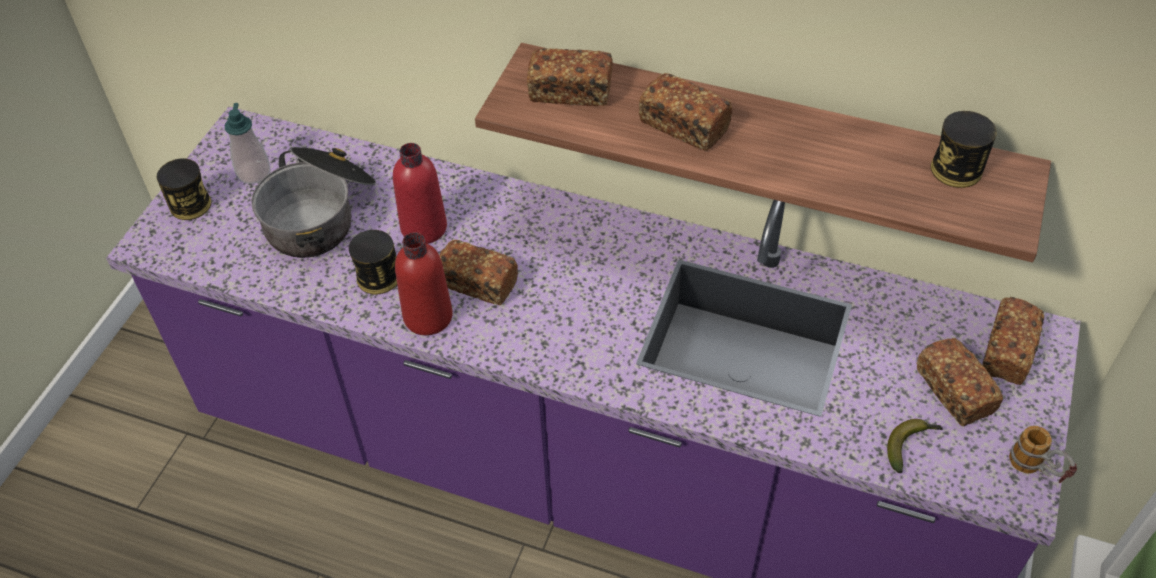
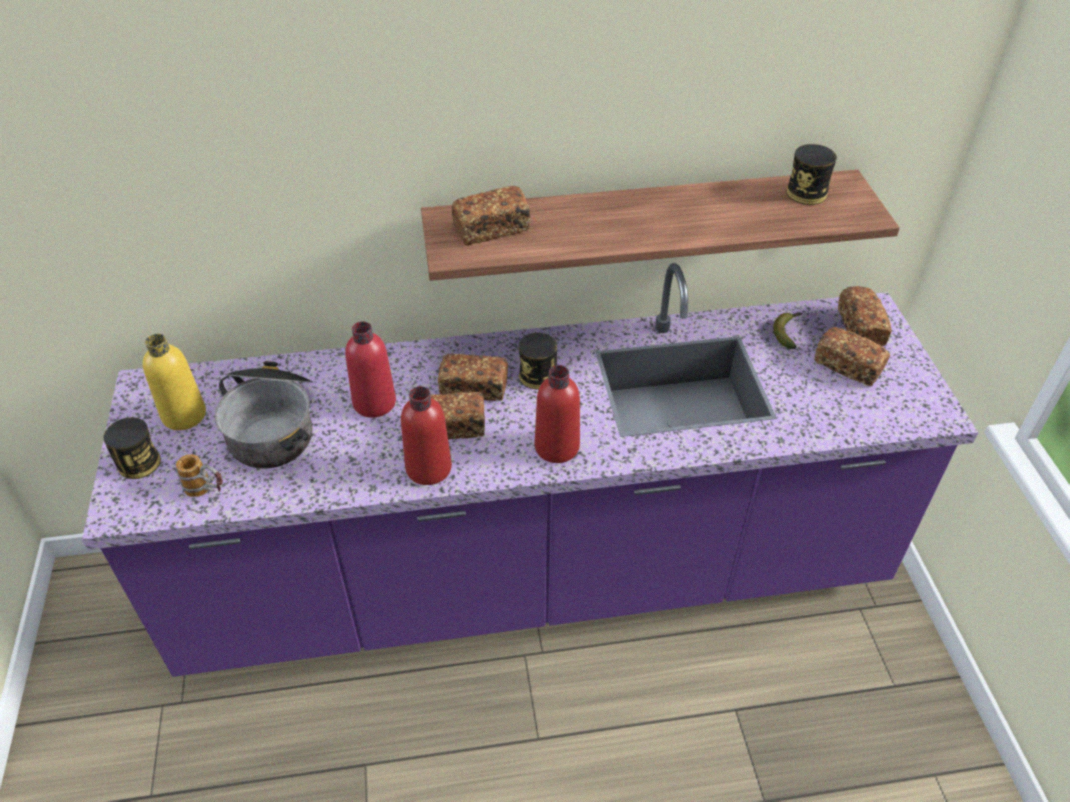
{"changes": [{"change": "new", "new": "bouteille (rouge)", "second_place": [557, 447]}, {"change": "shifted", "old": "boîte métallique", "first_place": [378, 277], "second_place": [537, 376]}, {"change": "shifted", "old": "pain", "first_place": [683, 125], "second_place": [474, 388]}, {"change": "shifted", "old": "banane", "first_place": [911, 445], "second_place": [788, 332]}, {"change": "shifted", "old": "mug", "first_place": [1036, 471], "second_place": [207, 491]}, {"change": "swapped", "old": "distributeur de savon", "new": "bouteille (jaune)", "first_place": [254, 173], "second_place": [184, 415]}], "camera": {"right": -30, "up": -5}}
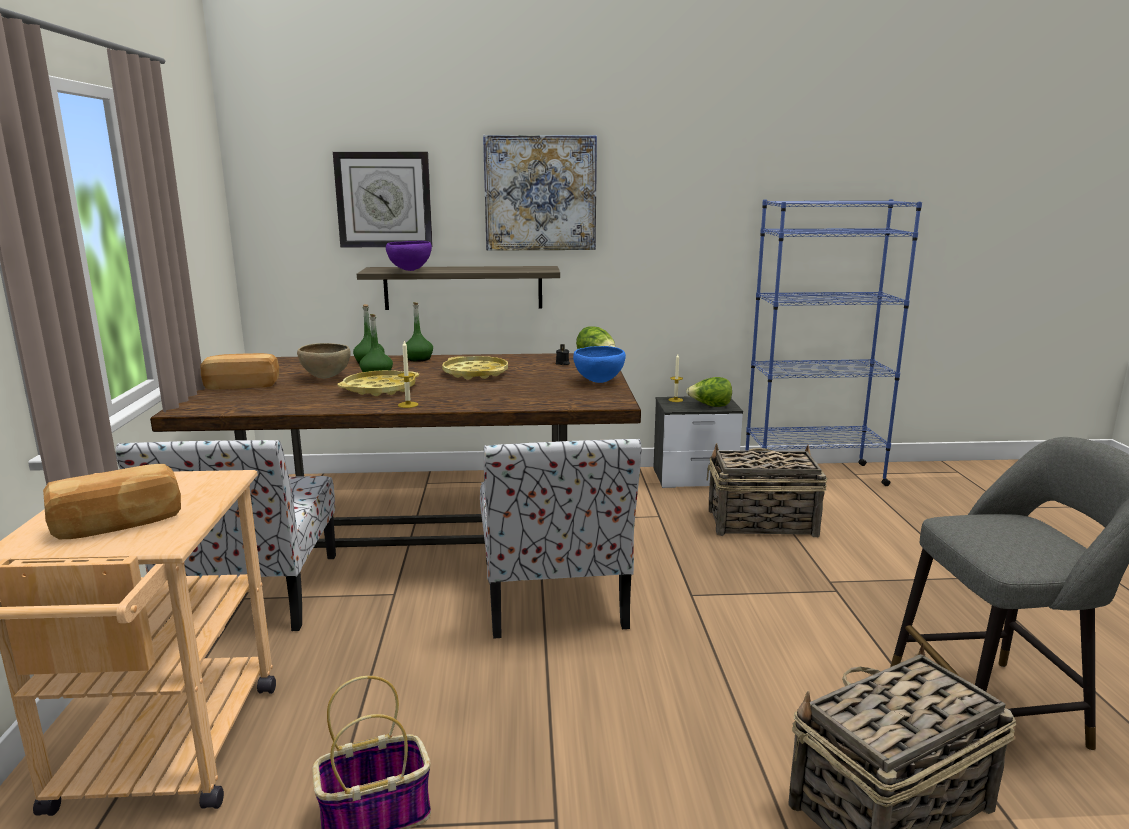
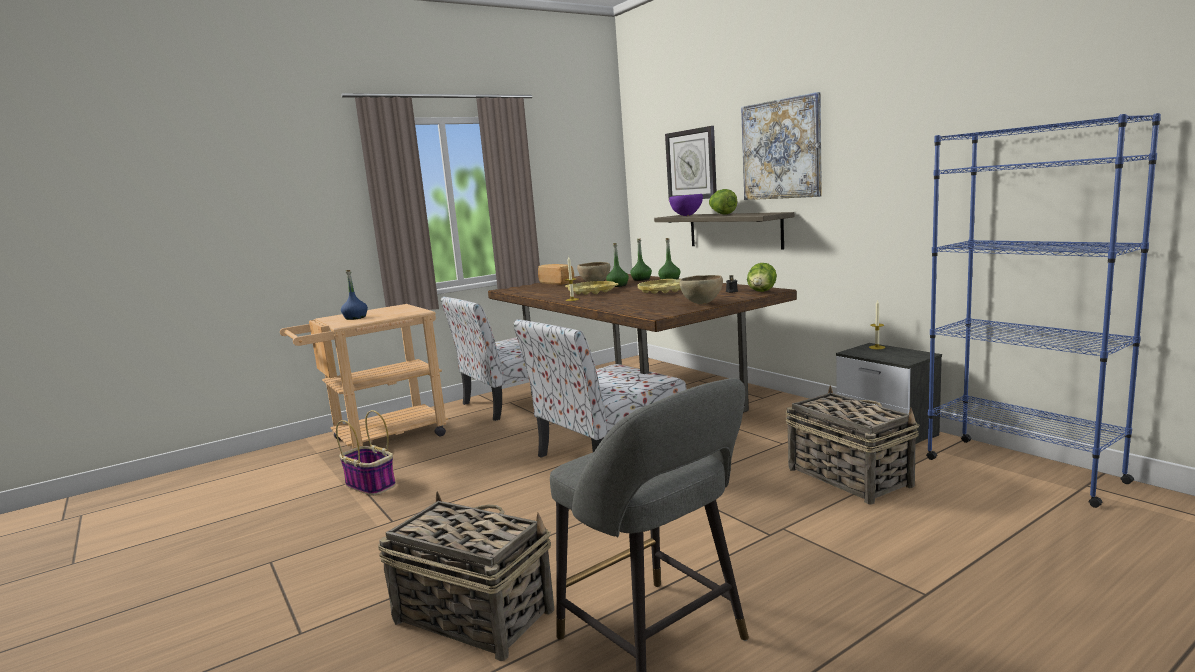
{"changes": [{"change": "shifted", "old": "laitue", "first_place": [710, 406], "second_place": [722, 214]}, {"change": "swapped", "old": "pain", "new": "bouteille (bleu)", "first_place": [118, 525], "second_place": [355, 318]}, {"change": "repainted", "old": "bol (bleu)", "new": "bol (marron)", "first_place": [599, 382], "second_place": [702, 304]}], "camera": {"right": 60, "up": -5}}
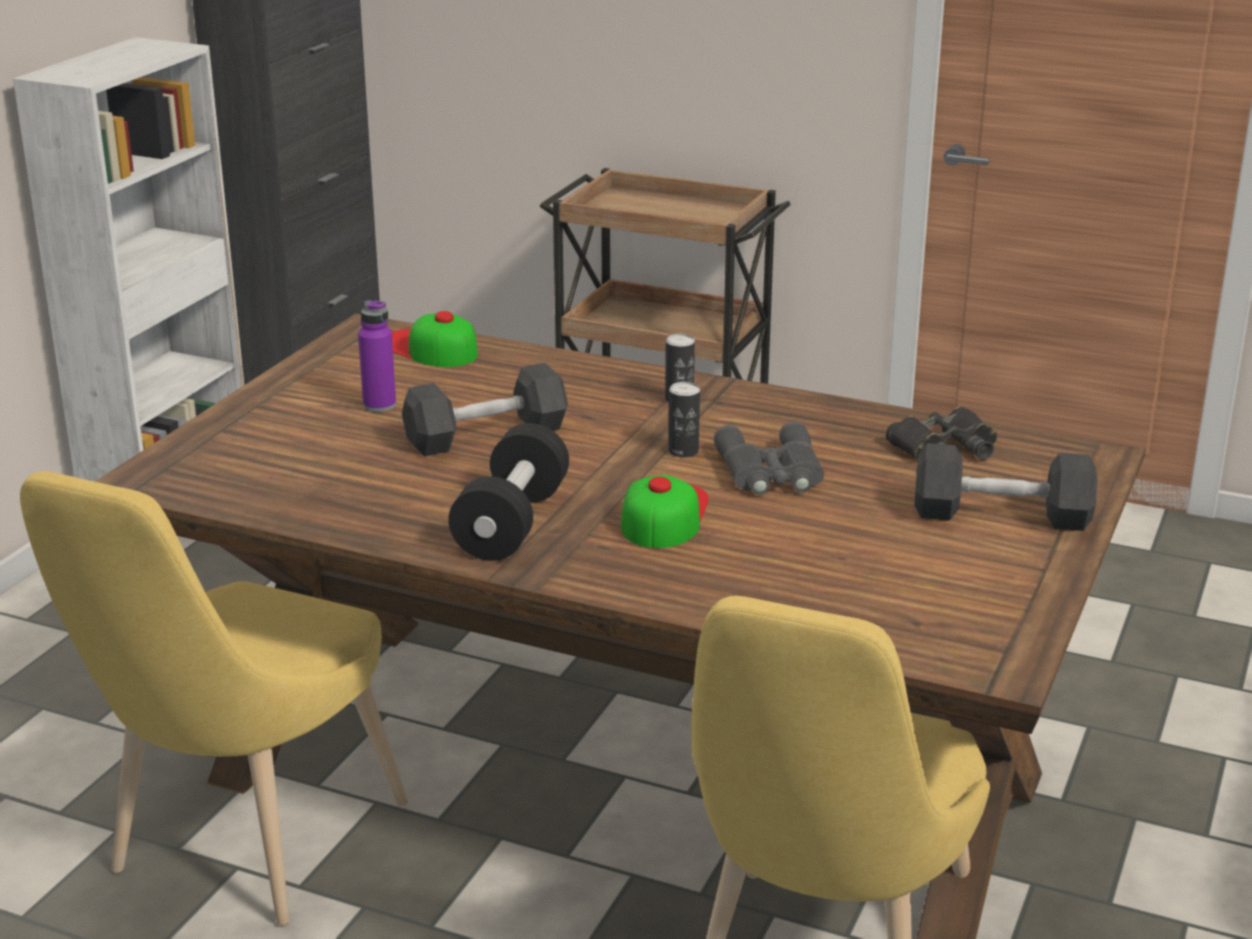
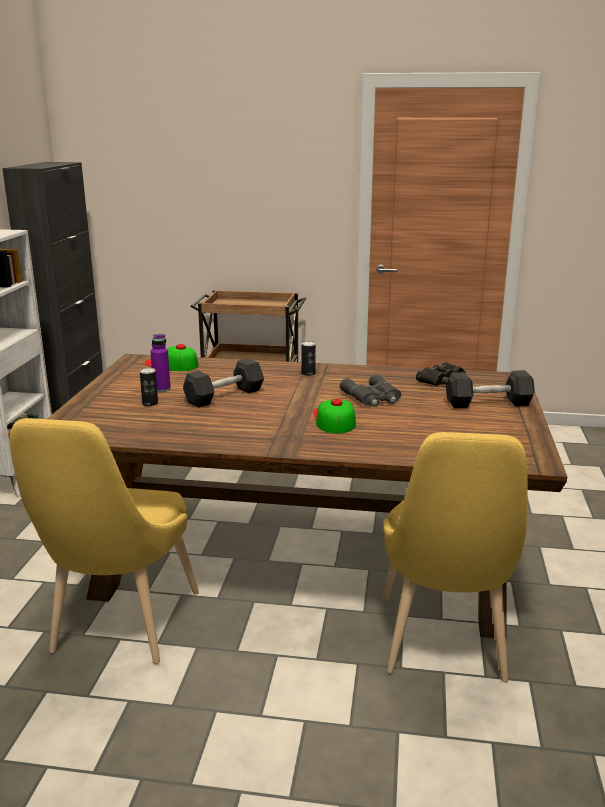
{"changes": [{"change": "gone", "old": "haltère (noir)", "first_place": [511, 523]}, {"change": "shifted", "old": "boîte métallique", "first_place": [683, 451], "second_place": [150, 403]}], "camera": {"right": -15, "up": -5}}
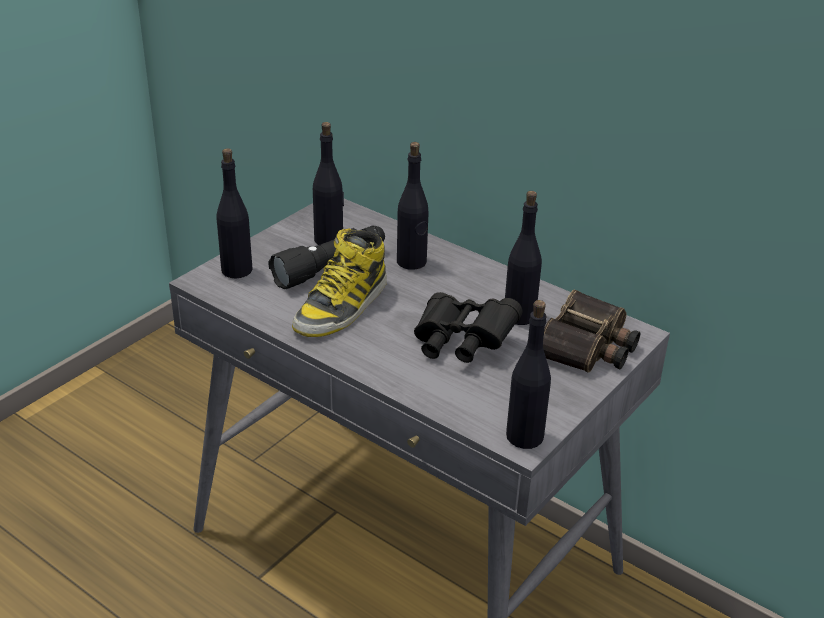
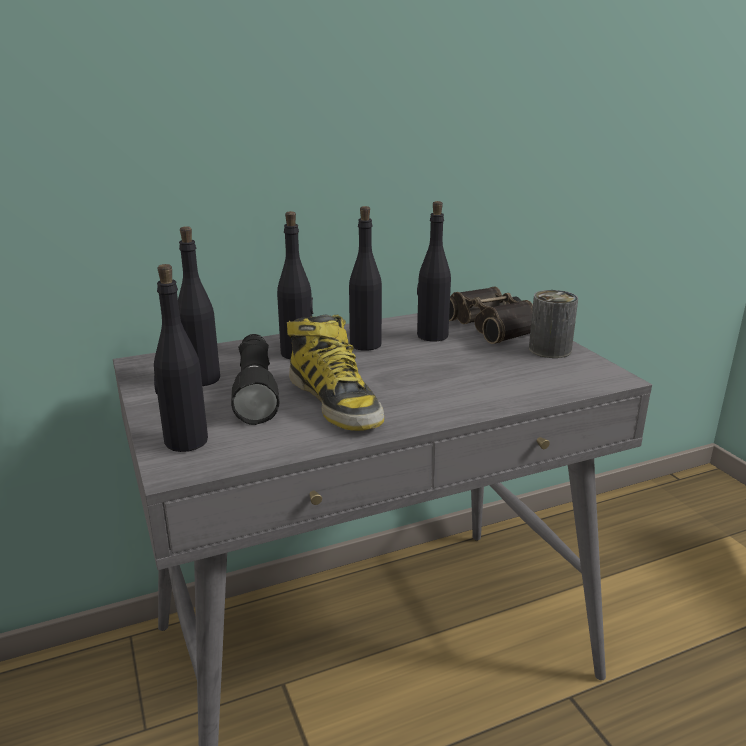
{"changes": [{"change": "gone", "old": "jumelles (noir)", "first_place": [461, 343]}, {"change": "new", "new": "boîte métallique", "second_place": [549, 349]}, {"change": "shifted", "old": "bouteille (noir)", "first_place": [525, 436], "second_place": [365, 344]}], "camera": {"right": -60, "up": -10}}
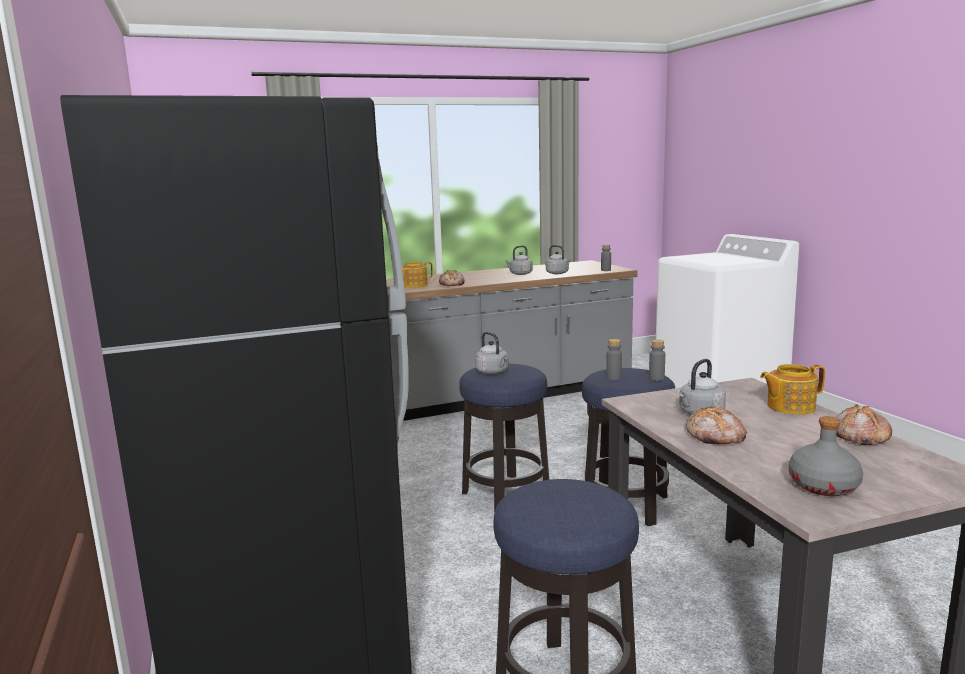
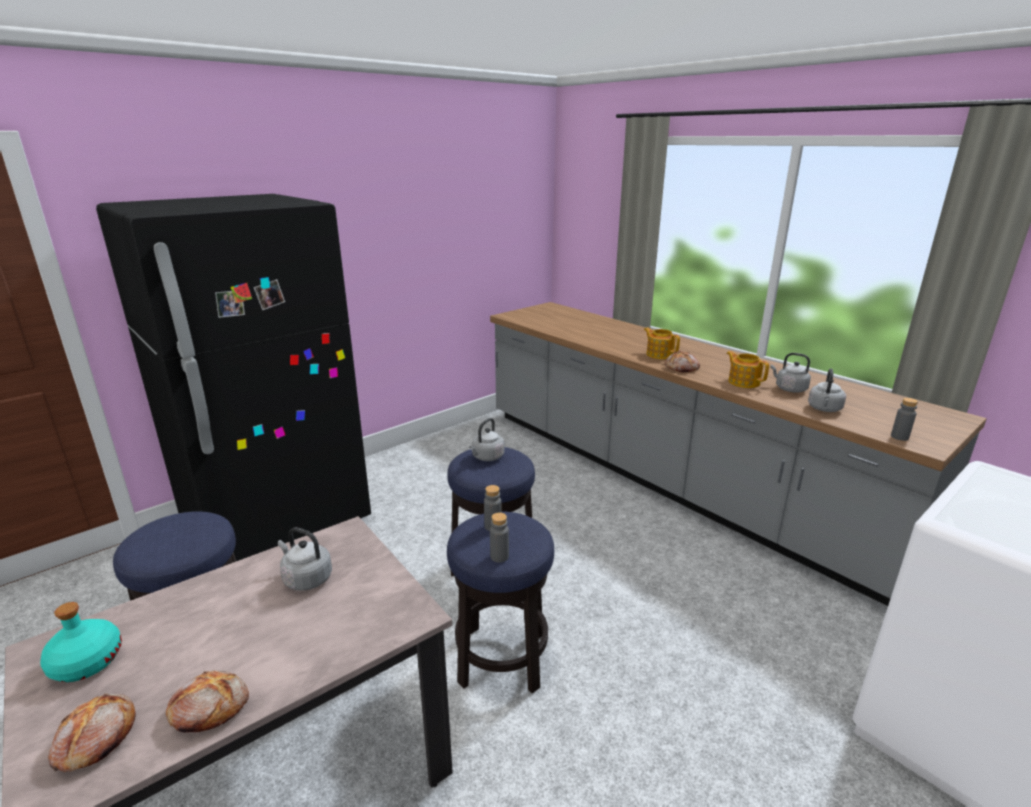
{"changes": [{"change": "shifted", "old": "pain", "first_place": [715, 437], "second_place": [95, 739]}, {"change": "shifted", "old": "théière", "first_place": [789, 407], "second_place": [743, 382]}, {"change": "repainted", "old": "bouteille (gris)", "new": "bouteille (turquoise)", "first_place": [823, 486], "second_place": [86, 662]}], "camera": {"right": 70, "up": 10}}
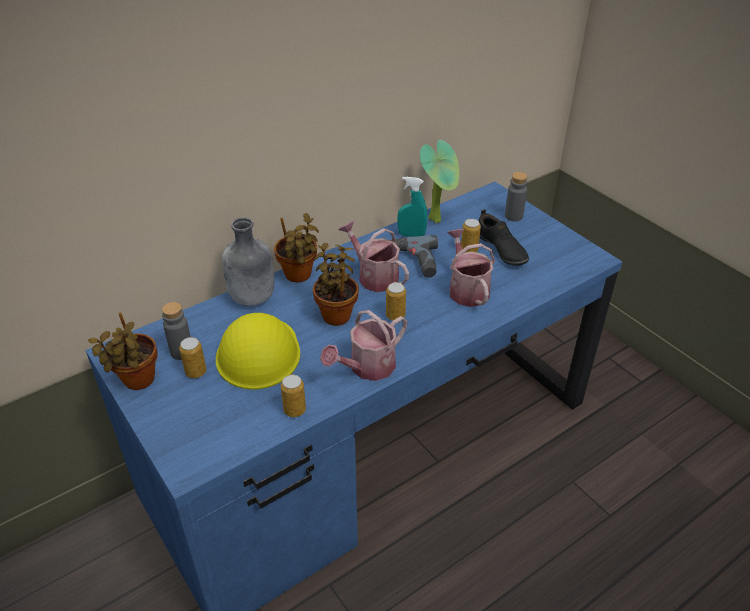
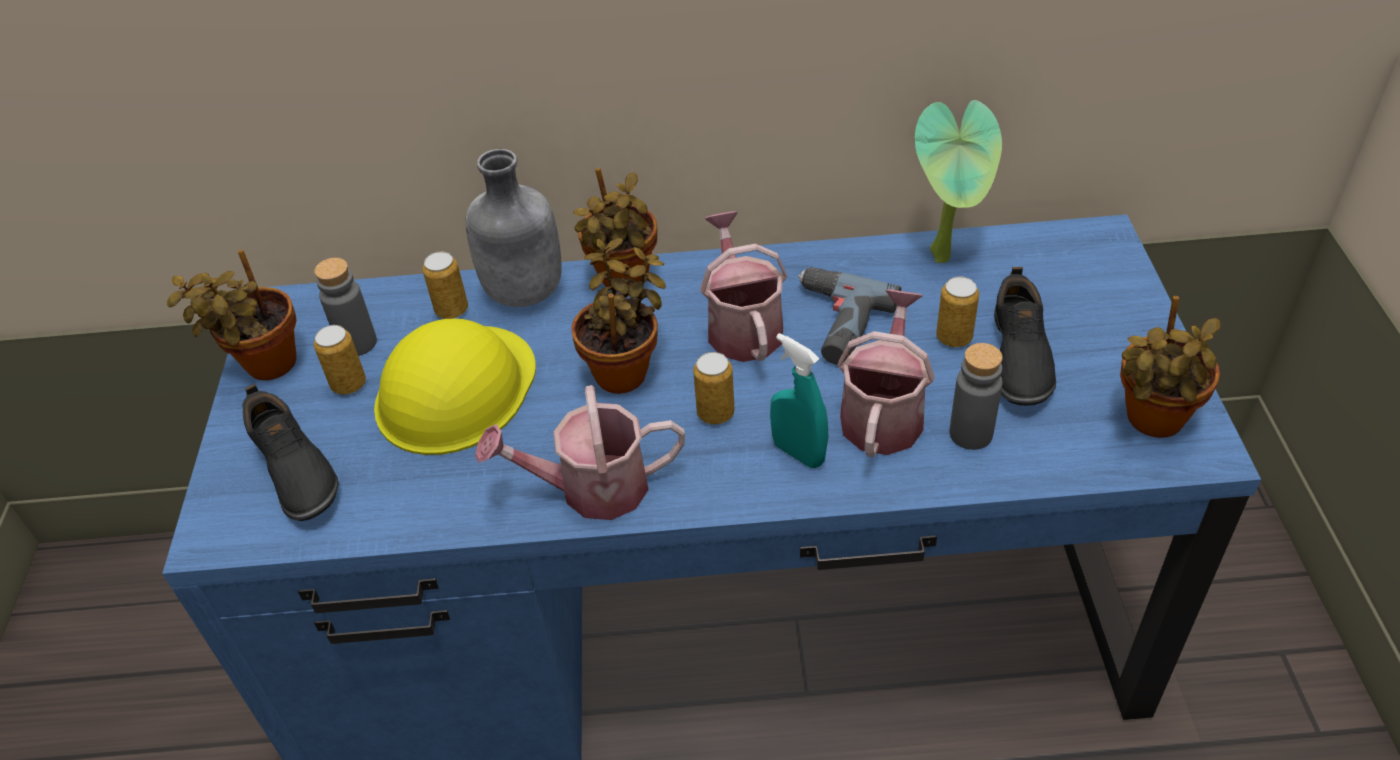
{"changes": [{"change": "new", "new": "chaussure (noir)", "second_place": [294, 471]}, {"change": "new", "new": "plante en pot", "second_place": [1151, 422]}, {"change": "shifted", "old": "boîte métallique", "first_place": [294, 410], "second_place": [452, 310]}, {"change": "shifted", "old": "vaporisateur (turquoise)", "first_place": [411, 235], "second_place": [798, 453]}, {"change": "shifted", "old": "bouteille (gris)", "first_place": [513, 216], "second_place": [971, 434]}], "camera": {"right": 35, "up": 5}}
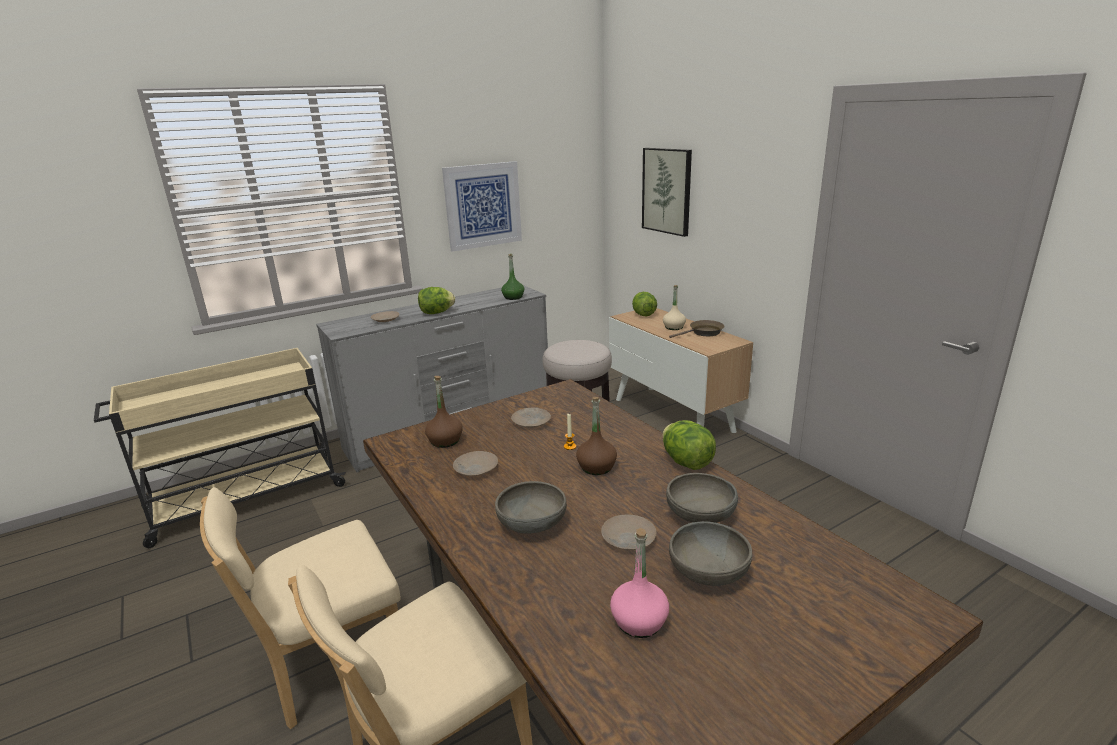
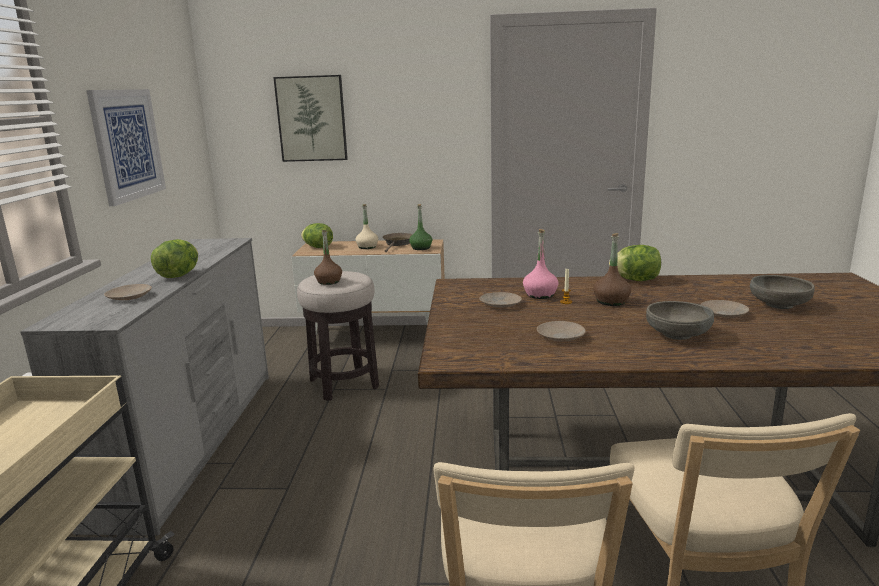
{"changes": [{"change": "gone", "old": "bol (gris)", "first_place": [700, 515]}, {"change": "shifted", "old": "bouteille (marron)", "first_place": [445, 441], "second_place": [328, 281]}, {"change": "shifted", "old": "bouteille (vert)", "first_place": [513, 297], "second_place": [421, 248]}, {"change": "shifted", "old": "bouteille (rose)", "first_place": [639, 622], "second_place": [540, 295]}], "camera": {"right": -55, "up": -5}}
